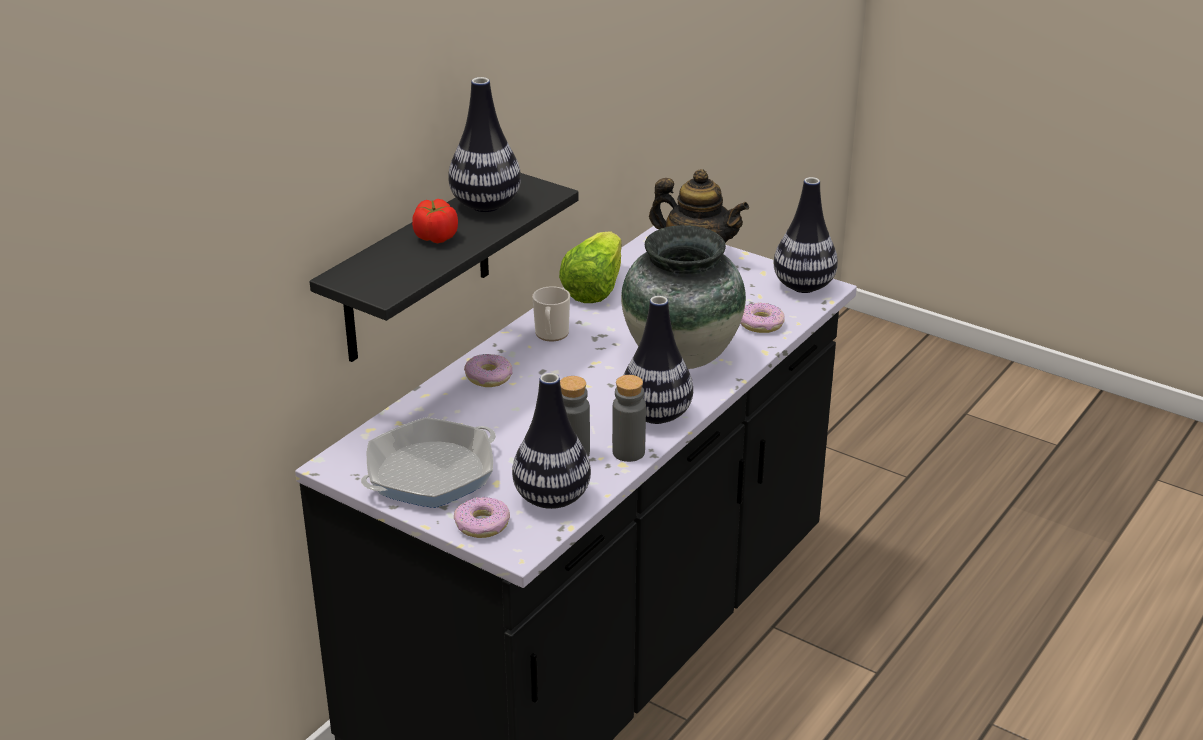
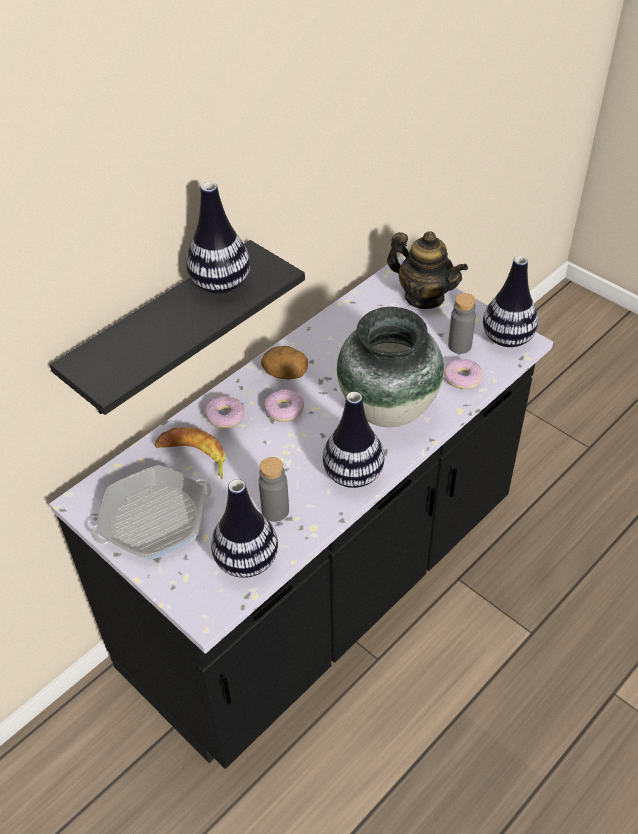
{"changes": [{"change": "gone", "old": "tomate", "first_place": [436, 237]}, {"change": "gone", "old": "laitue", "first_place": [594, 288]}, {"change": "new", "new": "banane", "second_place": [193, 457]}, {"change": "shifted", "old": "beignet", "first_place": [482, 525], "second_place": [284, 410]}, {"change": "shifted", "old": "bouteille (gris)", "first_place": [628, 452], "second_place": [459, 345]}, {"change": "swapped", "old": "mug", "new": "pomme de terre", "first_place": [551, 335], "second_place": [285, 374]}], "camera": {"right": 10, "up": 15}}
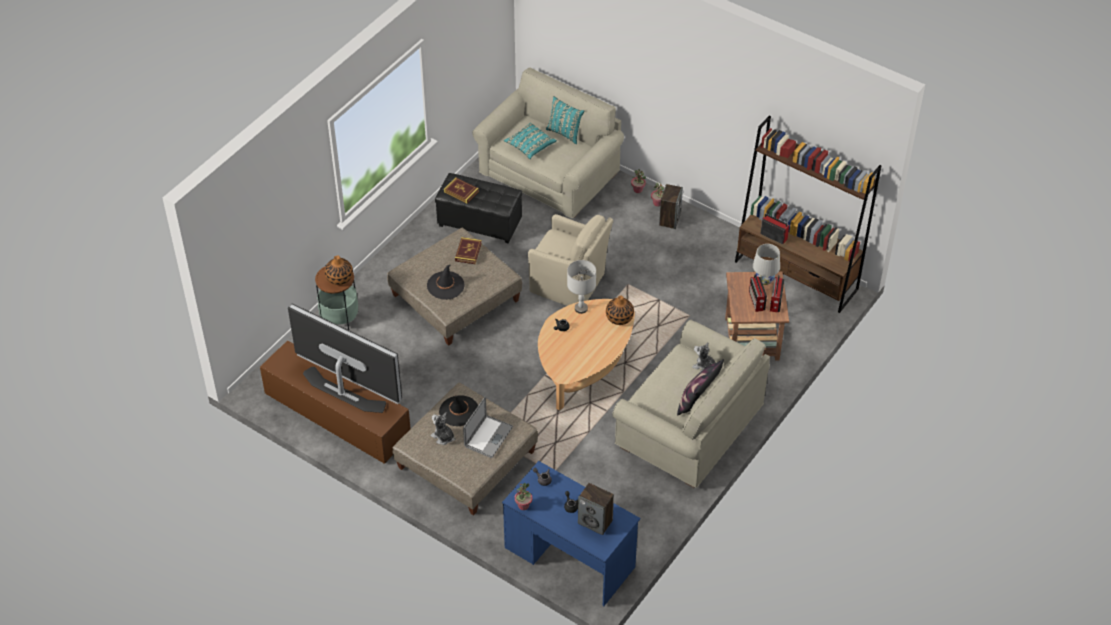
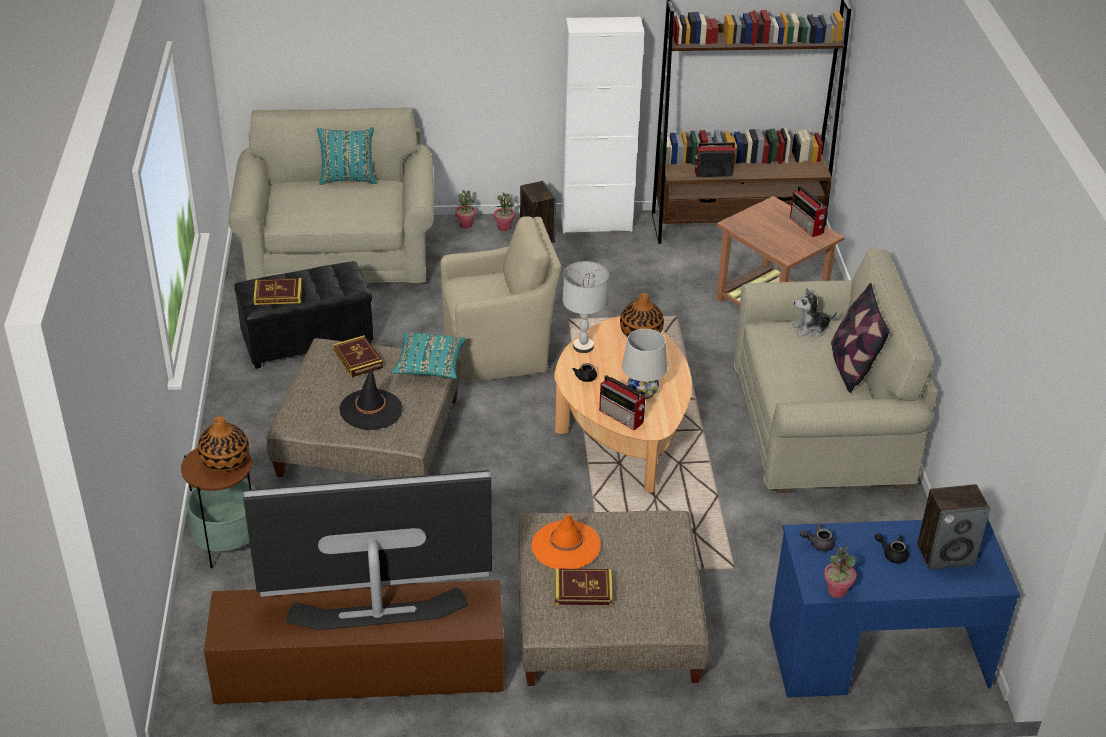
{"changes": [{"change": "gone", "old": "ordinateur portable", "first_place": [488, 436]}, {"change": "new", "new": "meuble de rangement (blanc)", "second_place": [596, 223]}, {"change": "shifted", "old": "coussin (turquoise)", "first_place": [530, 146], "second_place": [429, 366]}, {"change": "shifted", "old": "radio", "first_place": [756, 301], "second_place": [622, 417]}, {"change": "shifted", "old": "lampe de table (blanc)", "first_place": [764, 279], "second_place": [642, 392]}, {"change": "swapped", "old": "peluche", "new": "livre", "first_place": [443, 437], "second_place": [583, 590]}, {"change": "repainted", "old": "chapeau (noir)", "new": "chapeau (orange)", "first_place": [459, 411], "second_place": [566, 546]}], "camera": {"right": -40, "up": -10}}
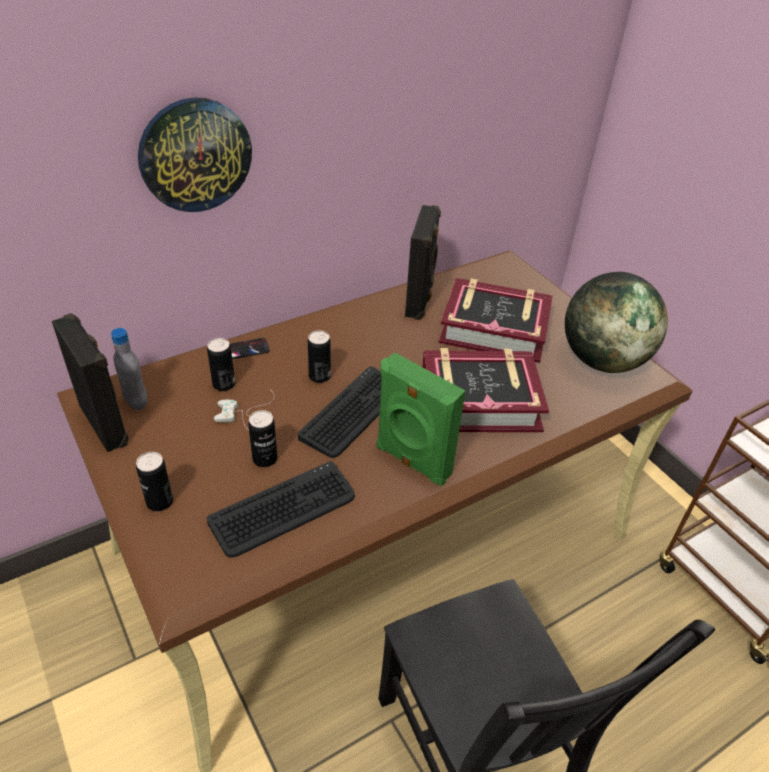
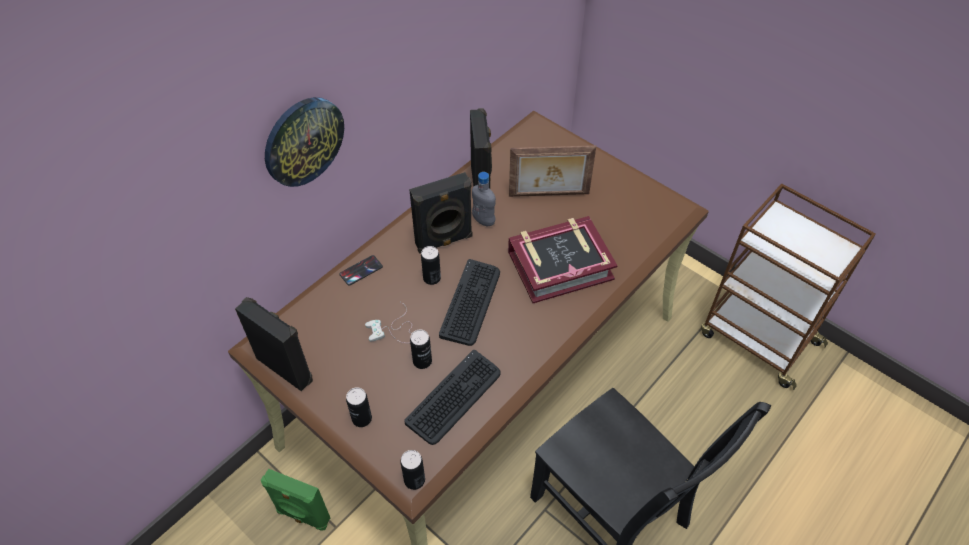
{"changes": [{"change": "gone", "old": "globe", "first_place": [602, 360]}, {"change": "new", "new": "enceinte (noir)", "second_place": [444, 241]}, {"change": "shifted", "old": "bouteille (gris)", "first_place": [136, 402], "second_place": [483, 220]}, {"change": "shifted", "old": "boîte métallique", "first_place": [224, 384], "second_place": [414, 480]}, {"change": "shifted", "old": "enceinte (vert)", "first_place": [412, 462], "second_place": [302, 516]}, {"change": "swapped", "old": "livre", "new": "cadre photo", "first_place": [494, 328], "second_place": [549, 195]}], "camera": {"right": -15, "up": 10}}
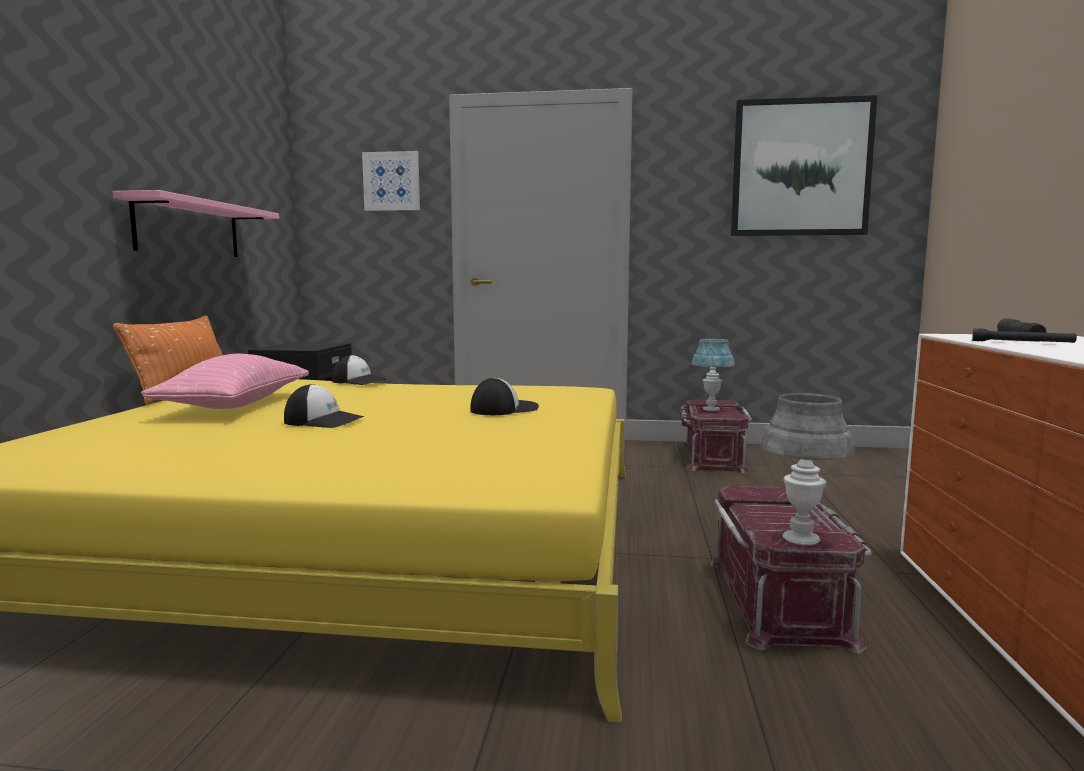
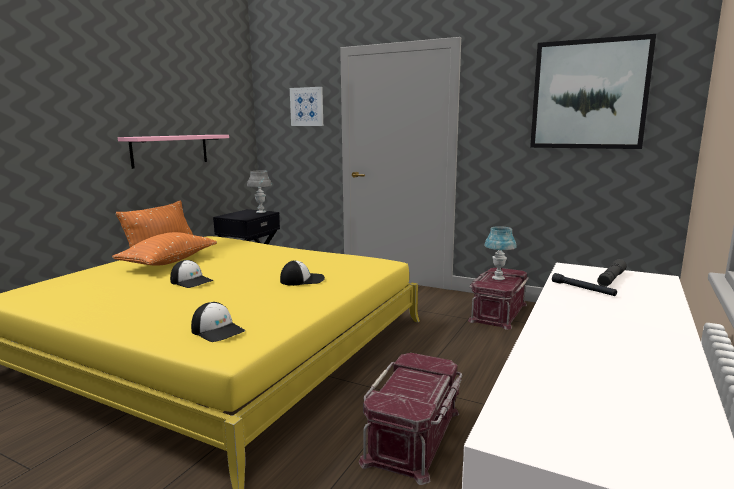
{"changes": [{"change": "shifted", "old": "casquette", "first_place": [360, 381], "second_place": [218, 330]}, {"change": "shifted", "old": "lampe de table (gris)", "first_place": [800, 539], "second_place": [261, 212]}, {"change": "repainted", "old": "coussin (rose)", "new": "coussin (orange)", "first_place": [235, 405], "second_place": [169, 262]}], "camera": {"right": 20, "up": 5}}
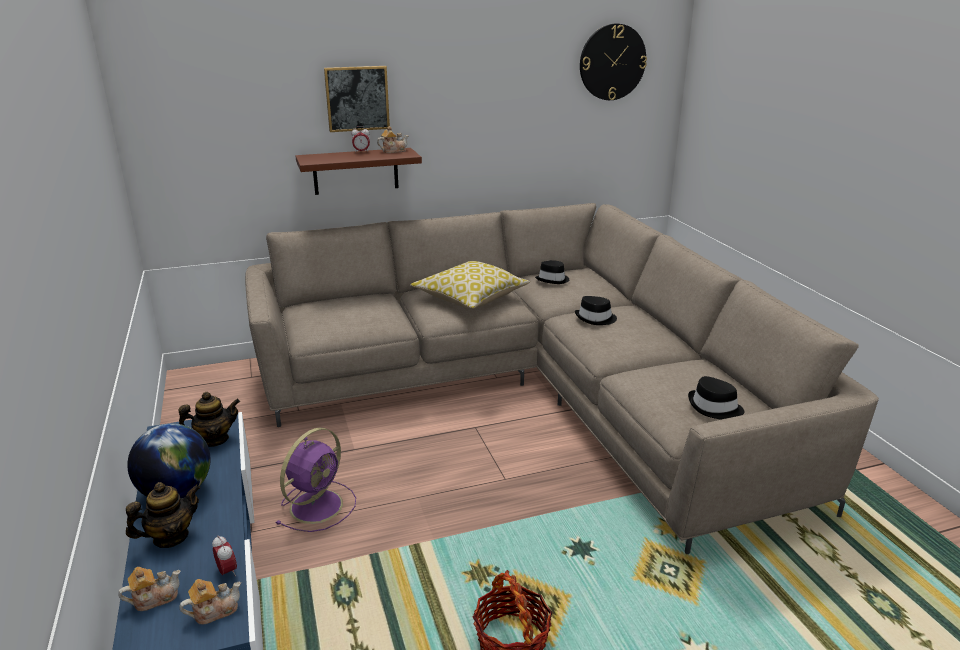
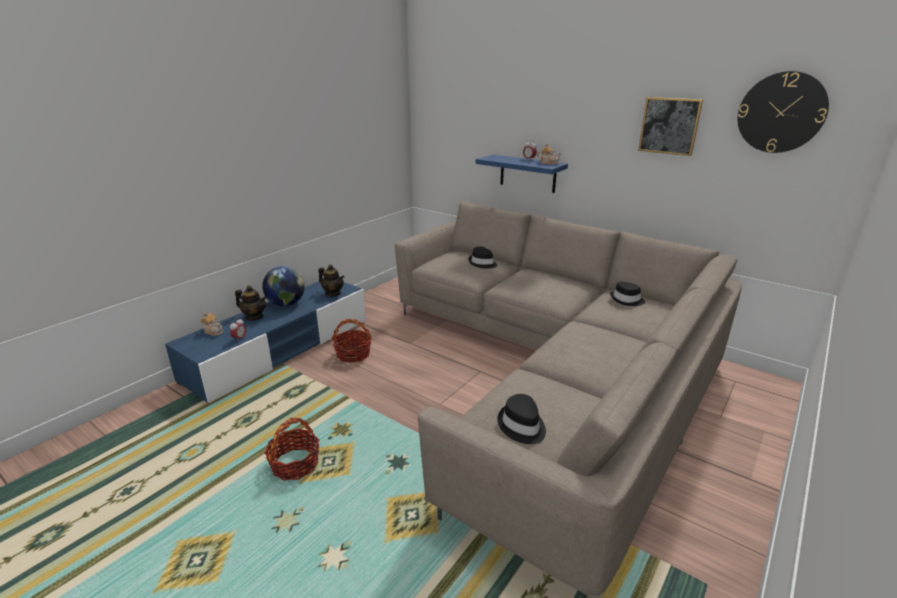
{"changes": [{"change": "gone", "old": "théière", "first_place": [214, 611]}, {"change": "gone", "old": "coussin", "first_place": [470, 298]}, {"change": "shifted", "old": "tableau", "first_place": [357, 98], "second_place": [669, 126]}, {"change": "shifted", "old": "chapeau (noir)", "first_place": [596, 318], "second_place": [482, 263]}, {"change": "swapped", "old": "ventilateur (violet)", "new": "panier", "first_place": [318, 505], "second_place": [353, 354]}, {"change": "repainted", "old": "étagère (marron)", "new": "étagère (bleu)", "first_place": [355, 171], "second_place": [527, 173]}], "camera": {"right": 55, "up": 0}}
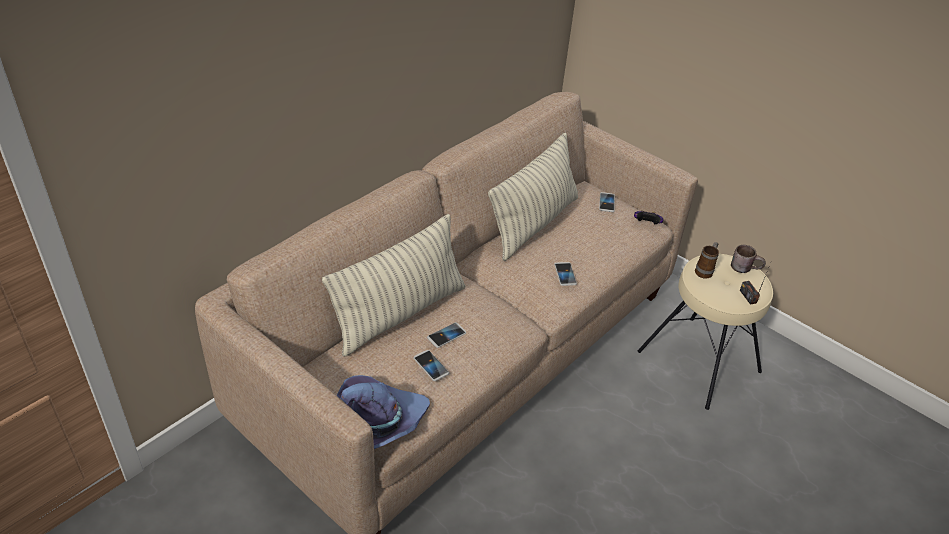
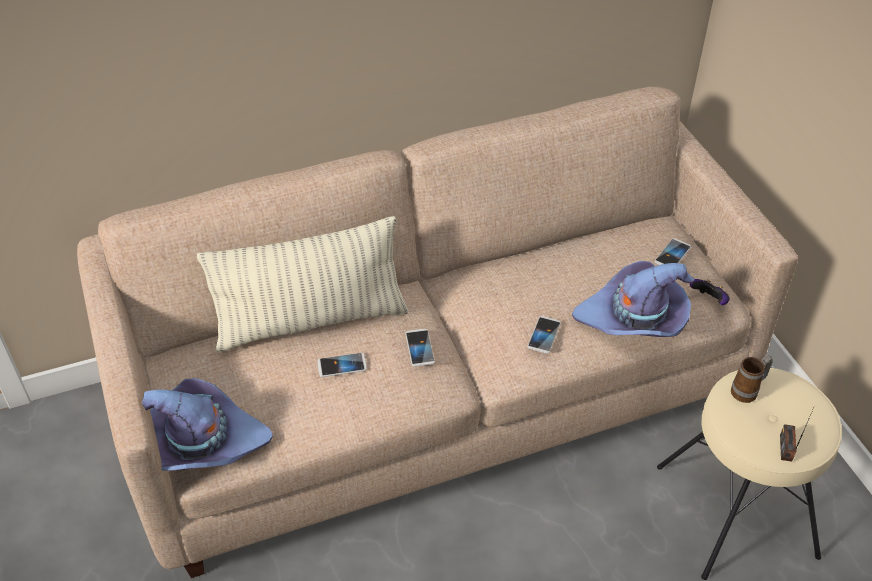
{"changes": [{"change": "gone", "old": "coussin", "first_place": [533, 224]}, {"change": "gone", "old": "mug (marron)", "first_place": [745, 267]}, {"change": "new", "new": "chapeau (violet)", "second_place": [635, 318]}, {"change": "shifted", "old": "téléphone", "first_place": [431, 366], "second_place": [419, 348]}], "camera": {"right": 30, "up": 5}}
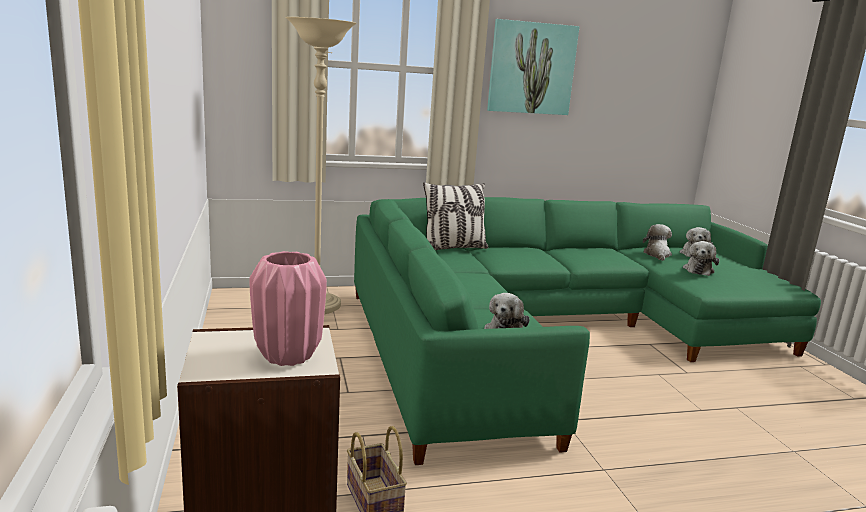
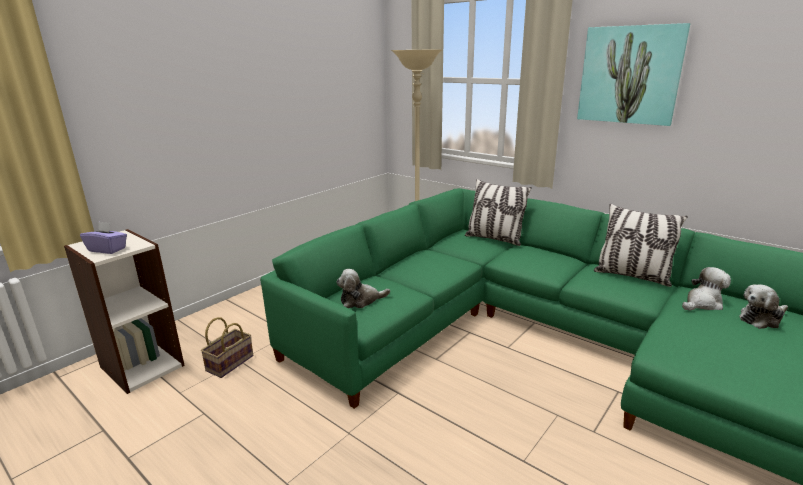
{"changes": [{"change": "gone", "old": "peluche", "first_place": [698, 270]}, {"change": "new", "new": "coussin", "second_place": [632, 276]}, {"change": "swapped", "old": "vase (rose)", "new": "boîte à mouchoirs (violet)", "first_place": [287, 356], "second_place": [107, 249]}], "camera": {"right": 55, "up": 5}}
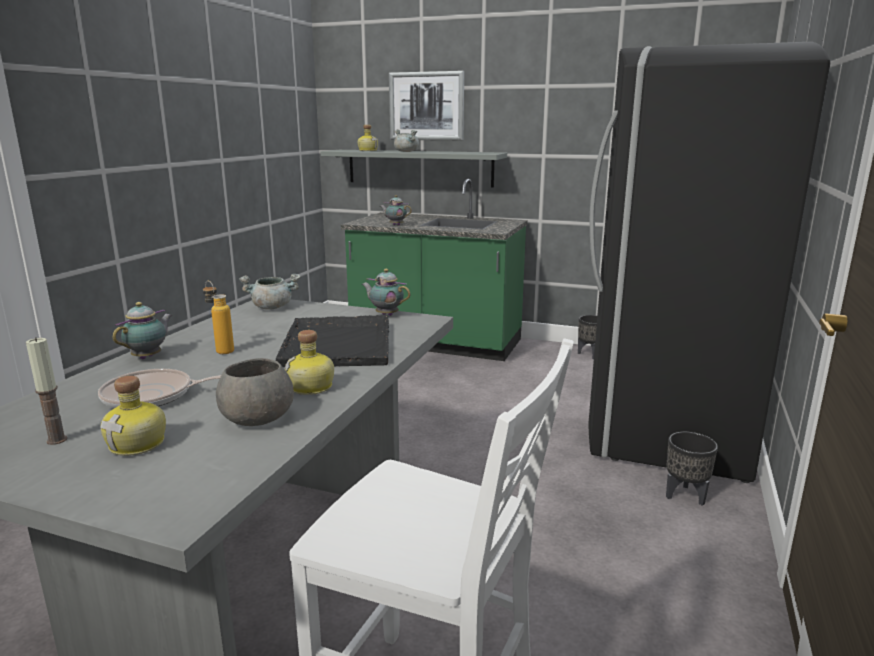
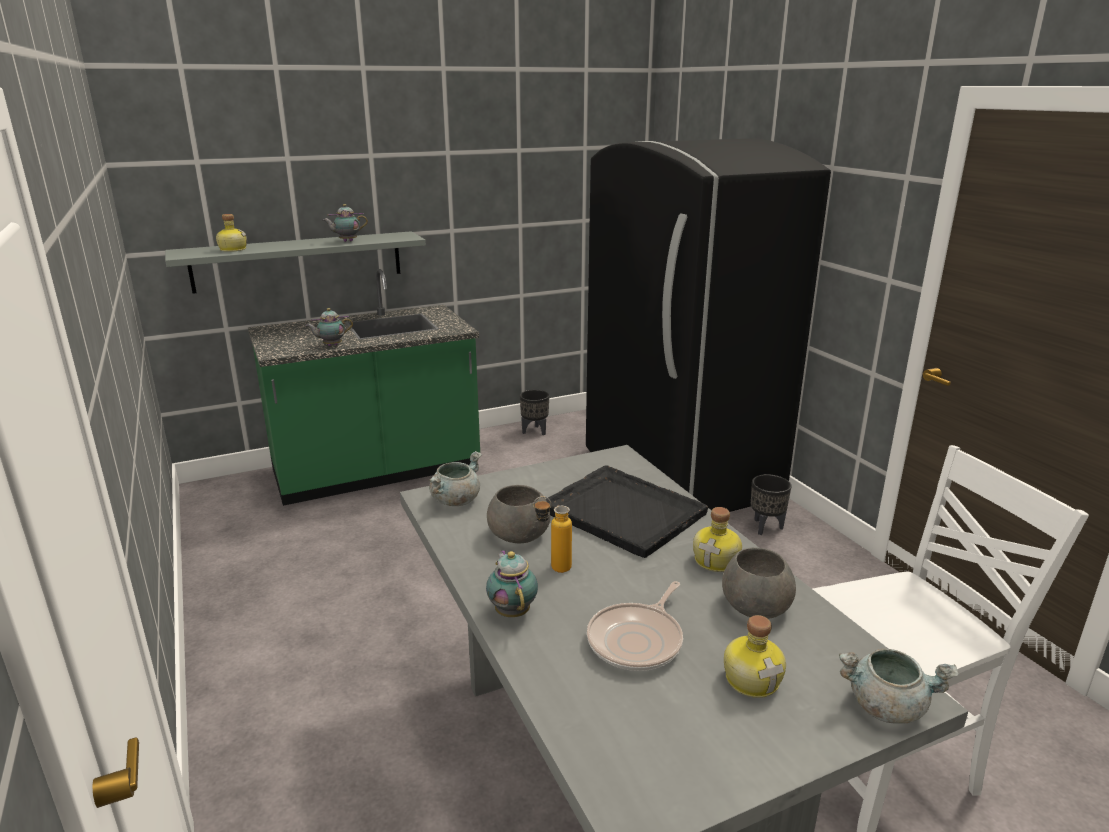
{"changes": [{"change": "gone", "old": "bougie", "first_place": [57, 440]}, {"change": "gone", "old": "tableau", "first_place": [426, 106]}, {"change": "new", "new": "bol (gris)", "second_place": [520, 535]}, {"change": "shifted", "old": "théière", "first_place": [385, 314], "second_place": [346, 241]}, {"change": "shifted", "old": "marmite (gris)", "first_place": [406, 151], "second_place": [886, 706]}], "camera": {"right": -45, "up": 5}}
